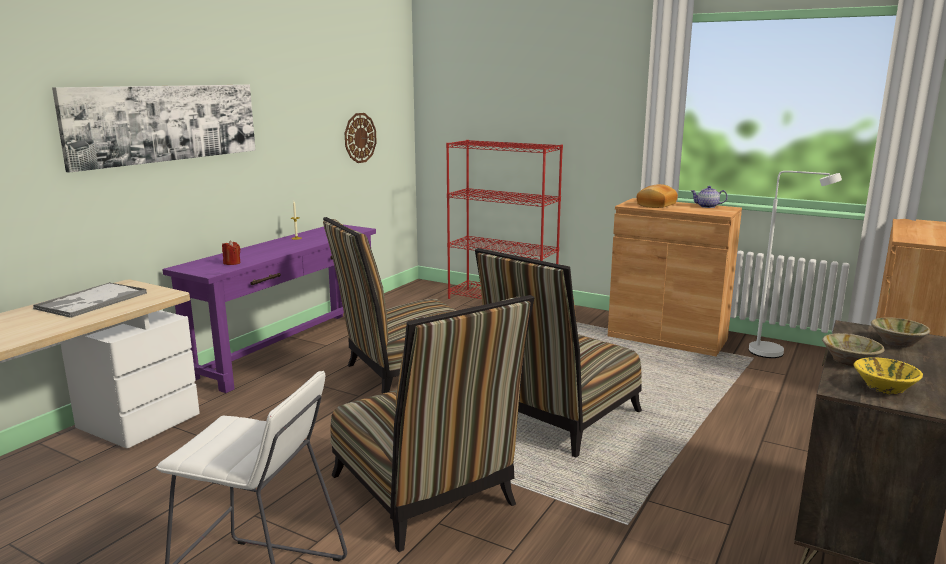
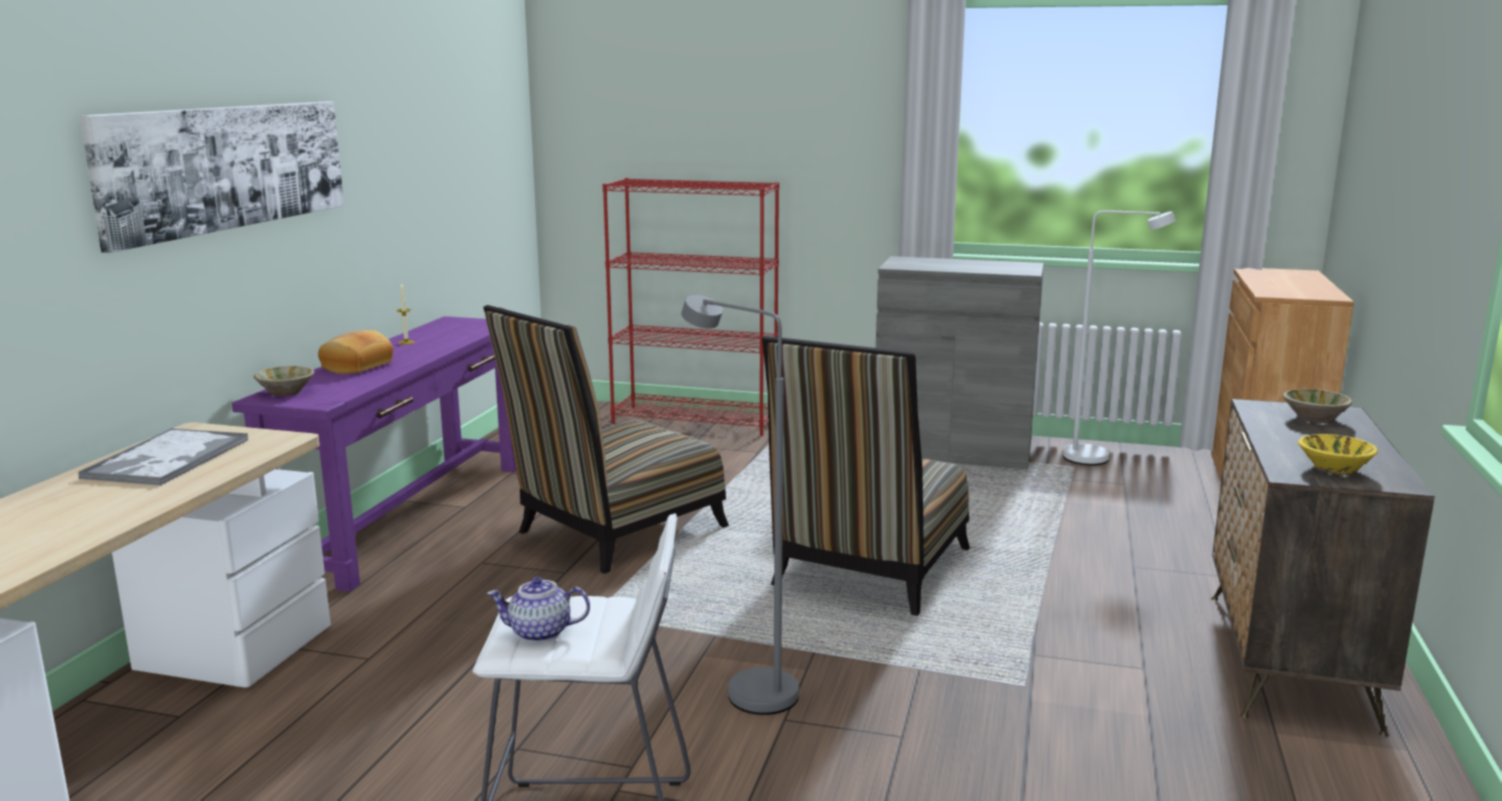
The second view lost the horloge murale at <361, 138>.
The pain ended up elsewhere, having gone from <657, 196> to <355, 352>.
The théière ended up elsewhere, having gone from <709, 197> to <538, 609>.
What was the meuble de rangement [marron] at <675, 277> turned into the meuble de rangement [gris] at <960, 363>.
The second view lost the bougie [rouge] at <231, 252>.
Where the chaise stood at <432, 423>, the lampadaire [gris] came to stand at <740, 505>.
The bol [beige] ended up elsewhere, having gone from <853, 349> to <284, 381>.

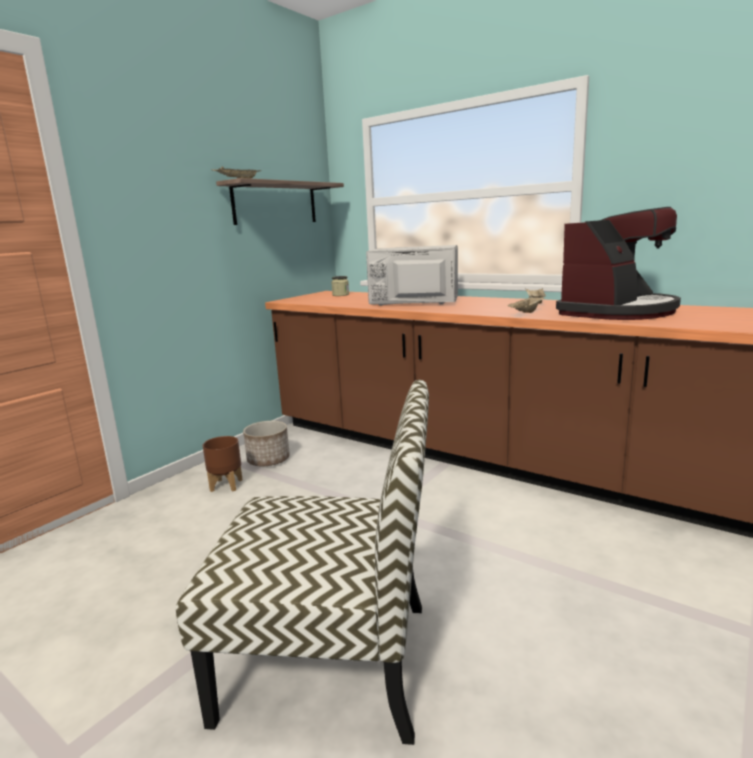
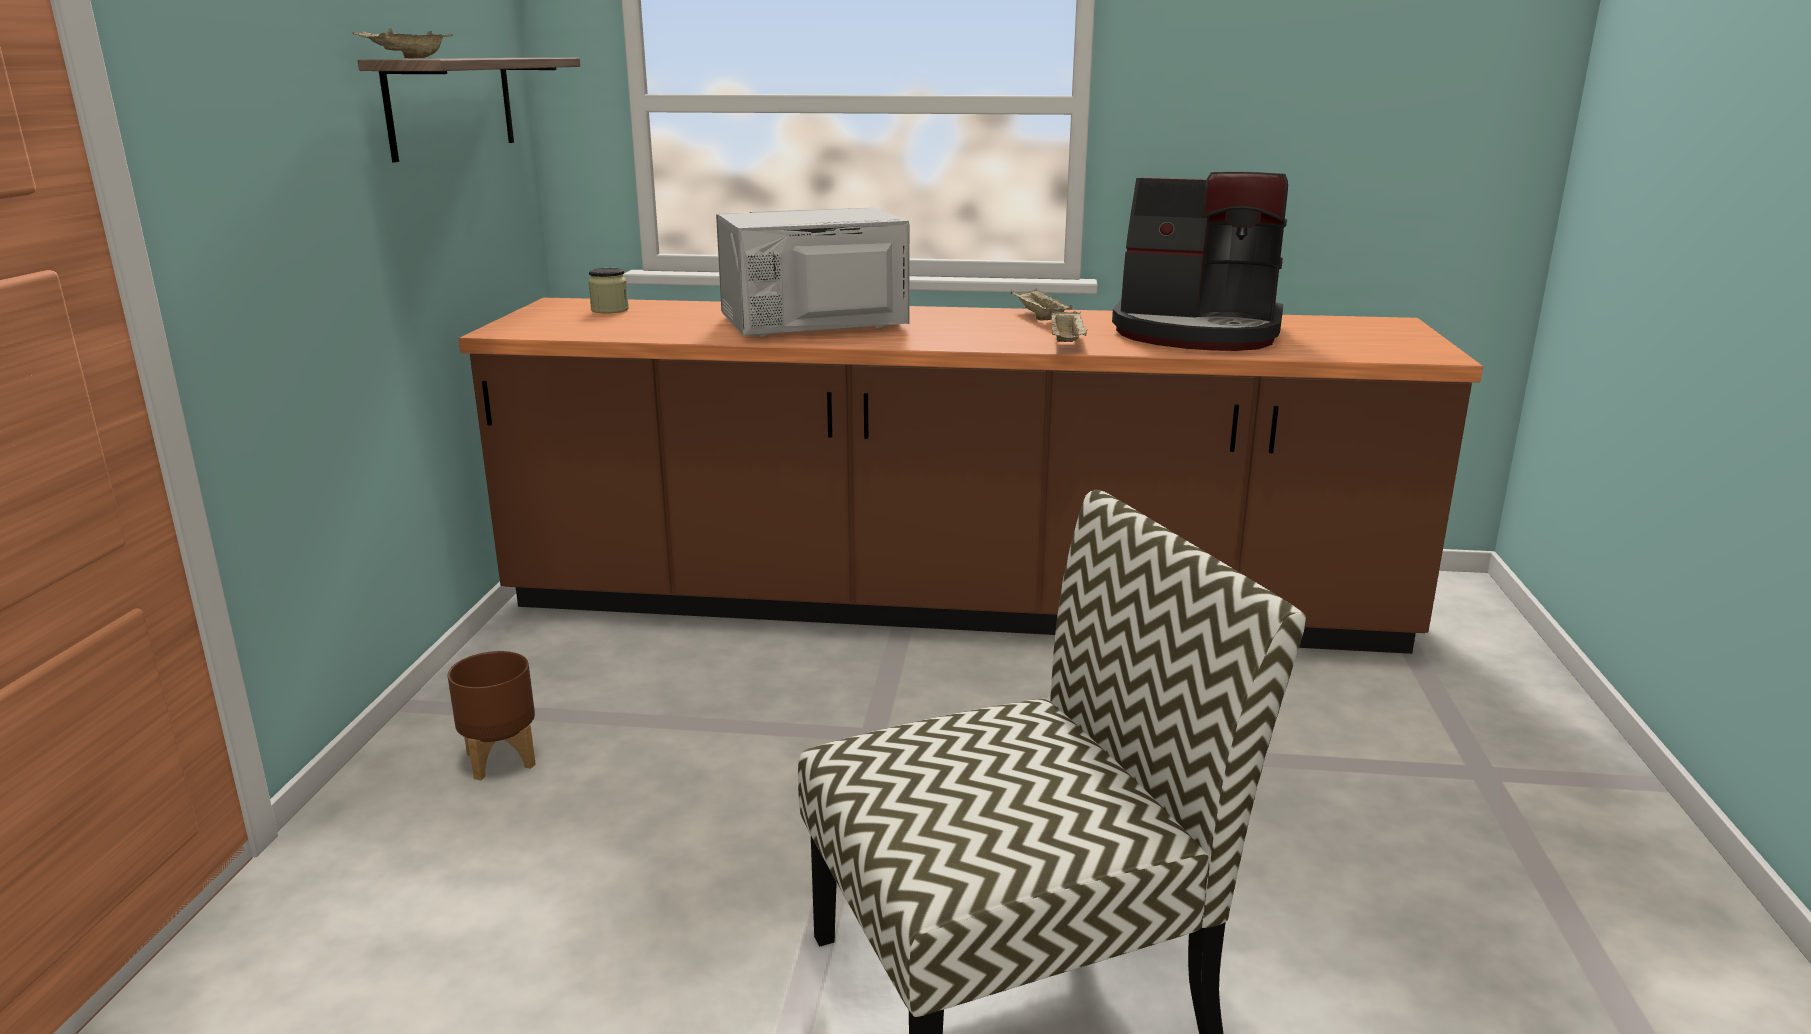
The machine à café at <618, 263> ended up facing another way, 90 degrees clockwise from before.
The second view lost the cache-pot at <266, 443>.

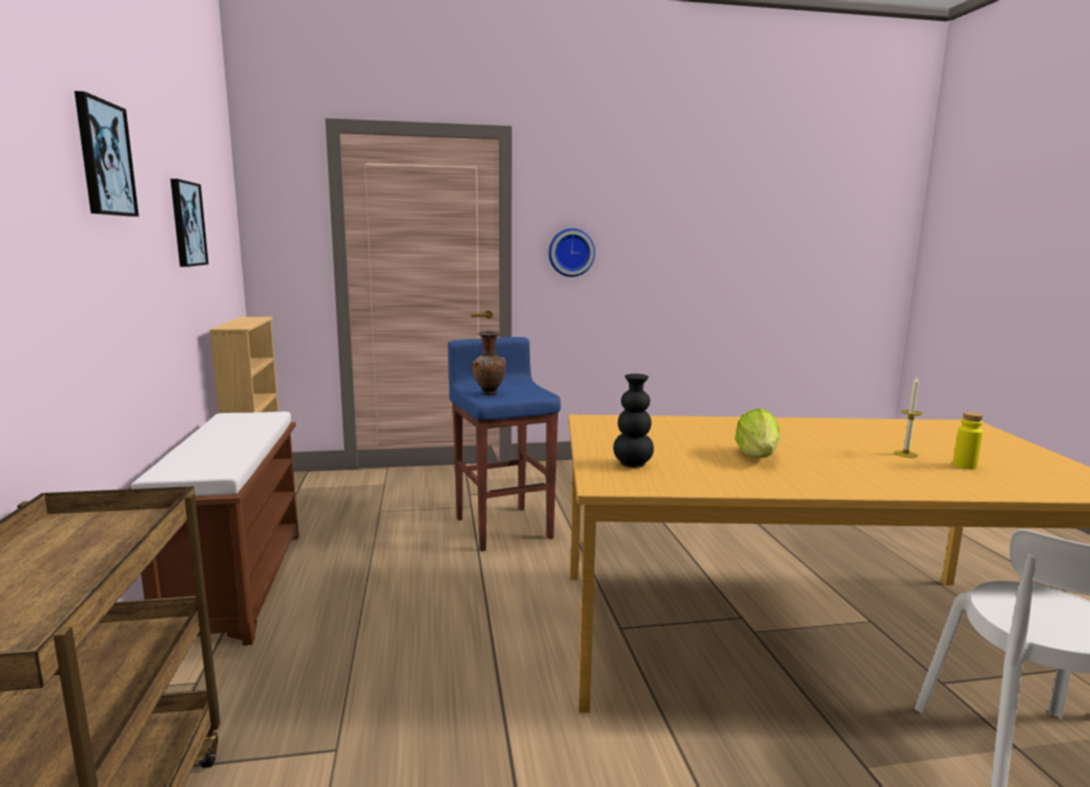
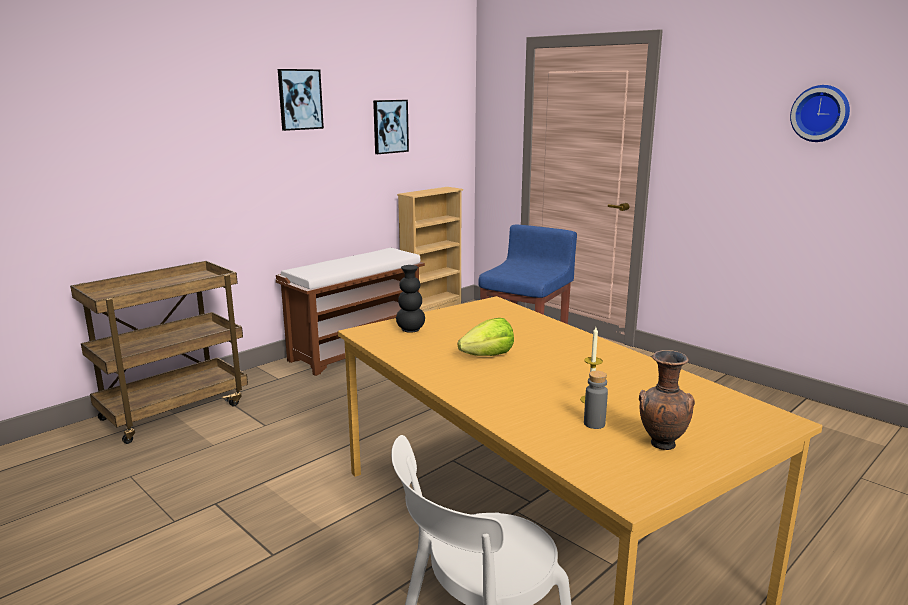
The horloge murale ended up elsewhere, having gone from <572, 252> to <820, 113>.
The vase [marron] ended up elsewhere, having gone from <488, 363> to <667, 400>.
What was the bouteille [jaune] at <968, 440> turned into the bouteille [gris] at <596, 400>.

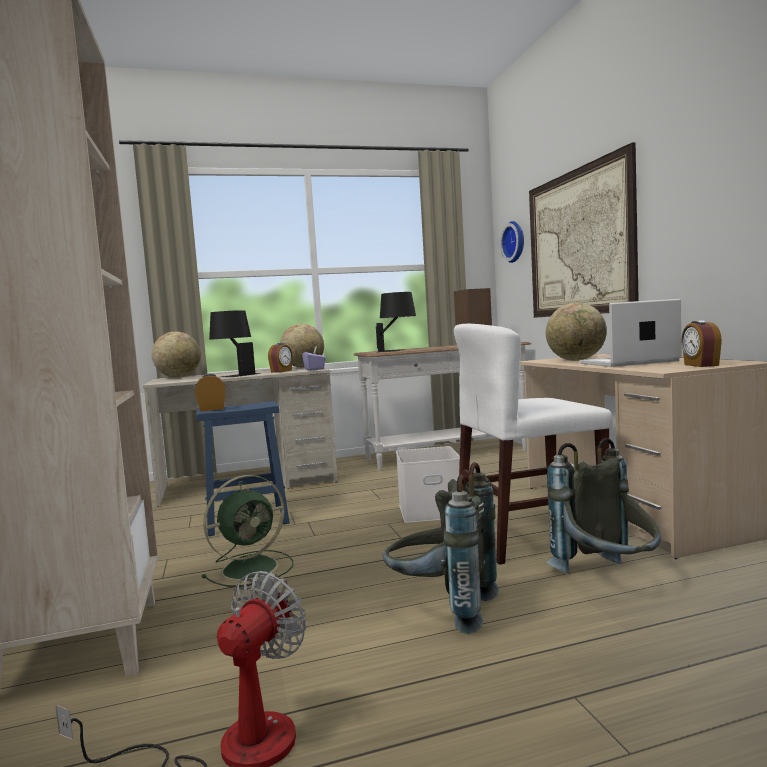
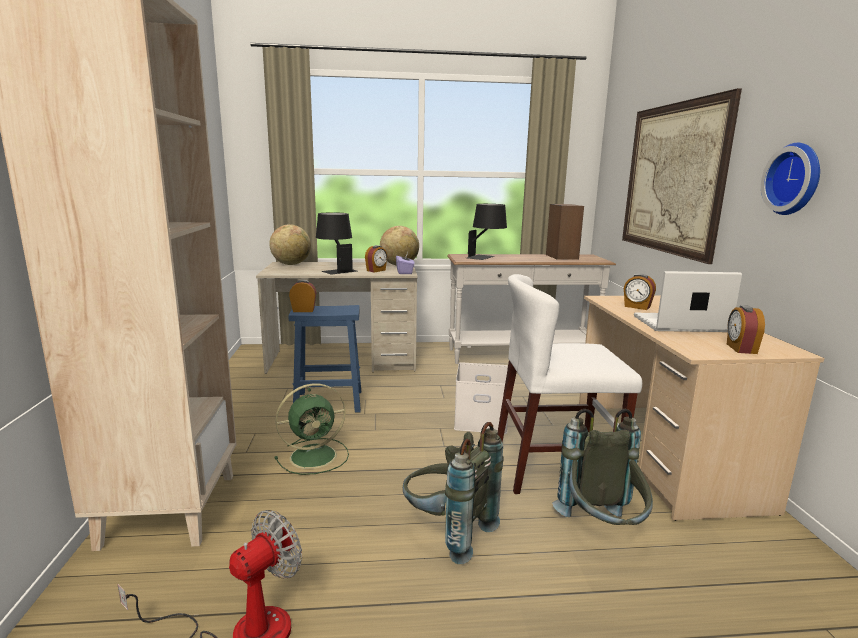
The horloge murale ended up elsewhere, having gone from <512, 242> to <790, 179>.
Where the globe stood at <576, 331>, the réveil came to stand at <640, 292>.

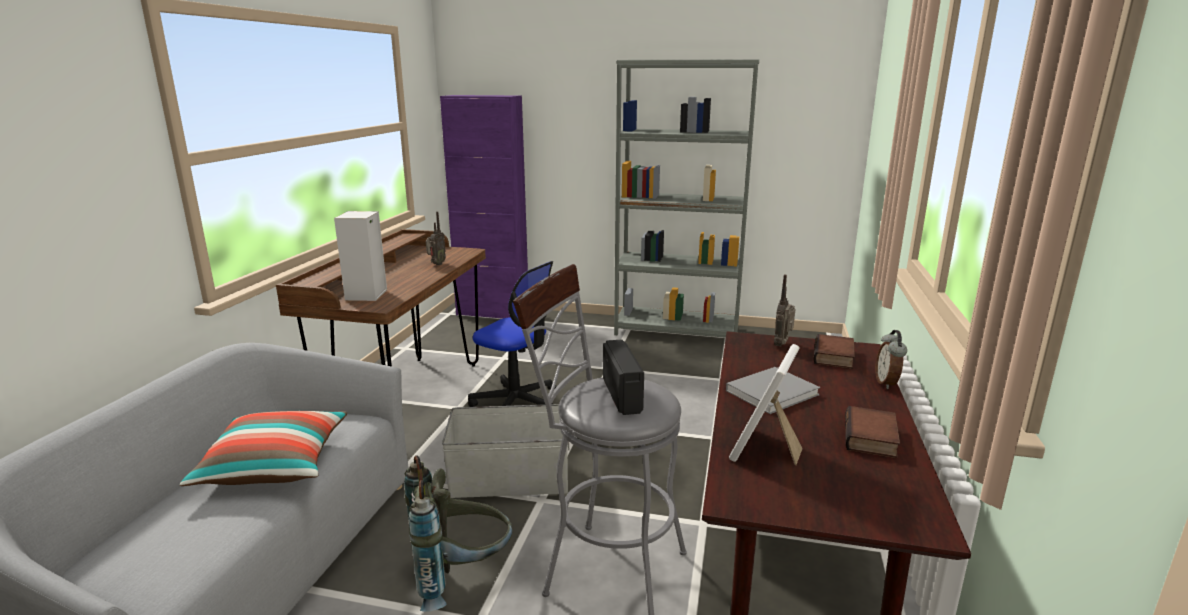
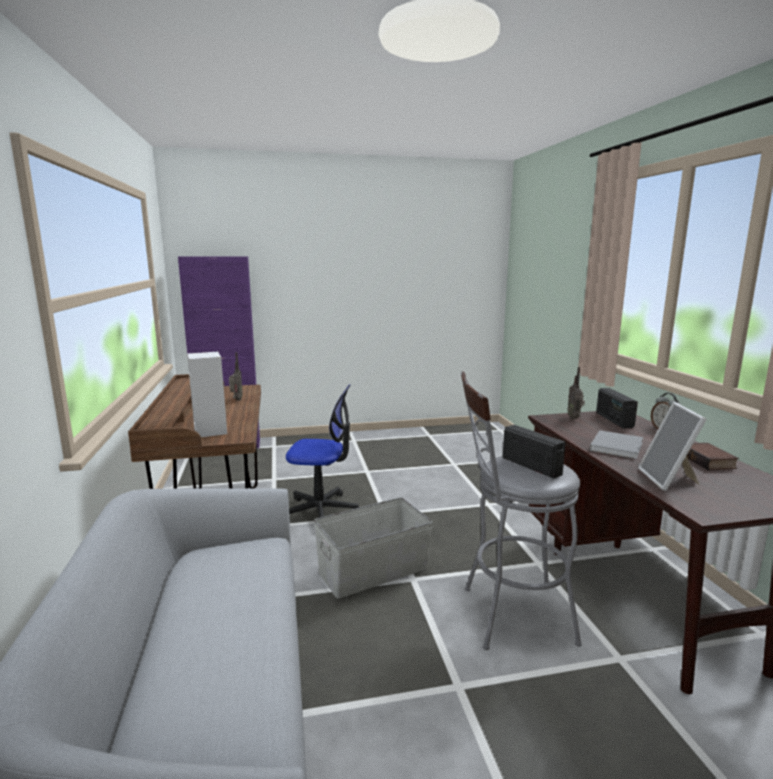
The second view lost the bibliothèque [gris] at <686, 198>.
Where the livre stood at <834, 351>, the radio came to stand at <617, 408>.
The second view lost the coussin at <263, 448>.
The second view lost the sac à dos [gris] at <458, 533>.

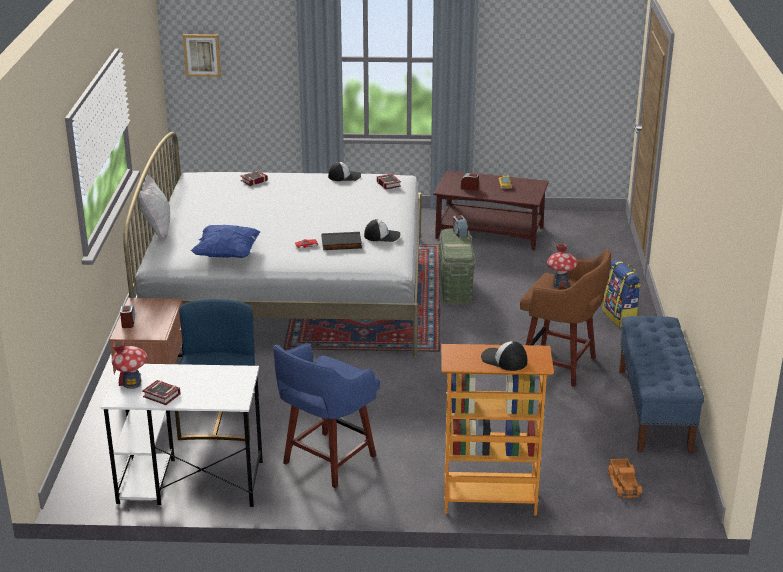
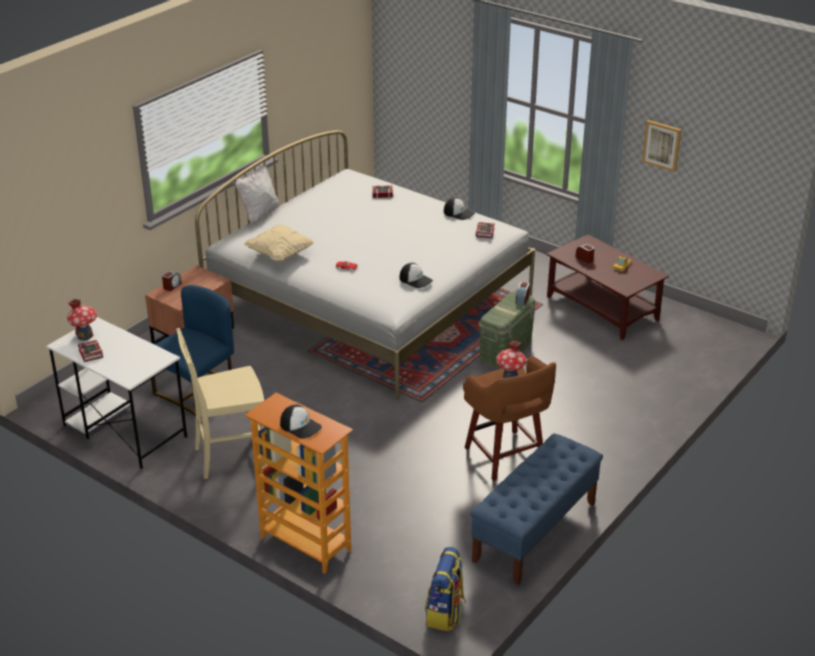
The tableau ended up elsewhere, having gone from <202, 55> to <662, 146>.
What was the coussin [bleu] at <225, 241> turned into the coussin [beige] at <279, 242>.
The second view lost the livre [noir] at <342, 241>.
The sac à dos ended up elsewhere, having gone from <621, 293> to <445, 589>.
The casquette at <504, 356> ended up facing another way, 150 degrees clockwise from before.
Where the tabouret [bleu] stood at <326, 415>, the chaise [beige] came to stand at <221, 403>.
The second view lost the camion jouet at <625, 478>.

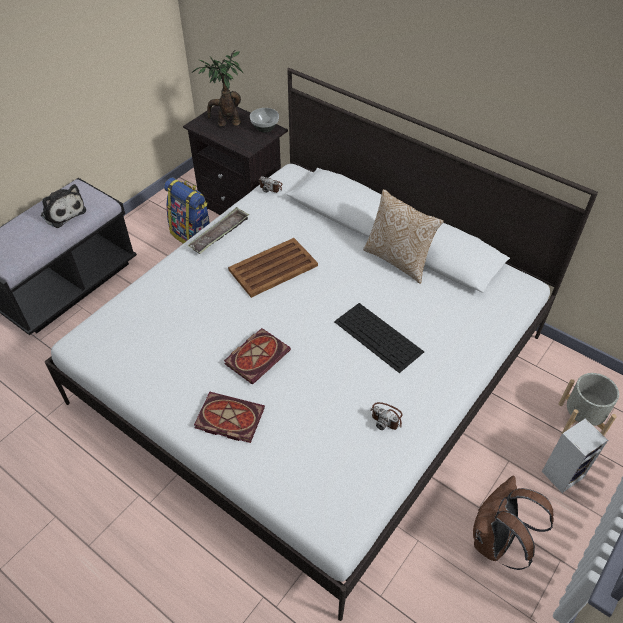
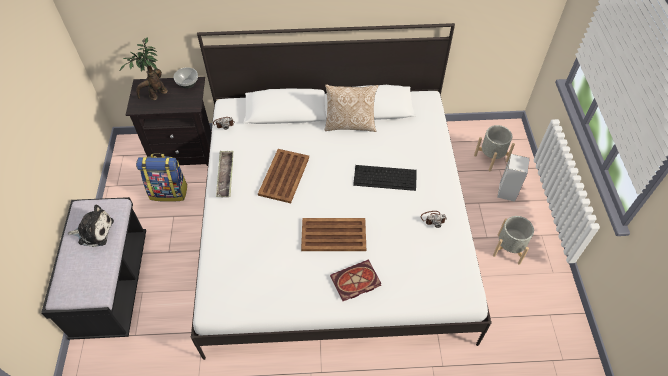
Where the livre stood at <257, 356>, the plateau [marron] came to stand at <333, 234>.
Where the sac à dos [marron] stood at <513, 523>, the cache-pot [gris] came to stand at <513, 240>.

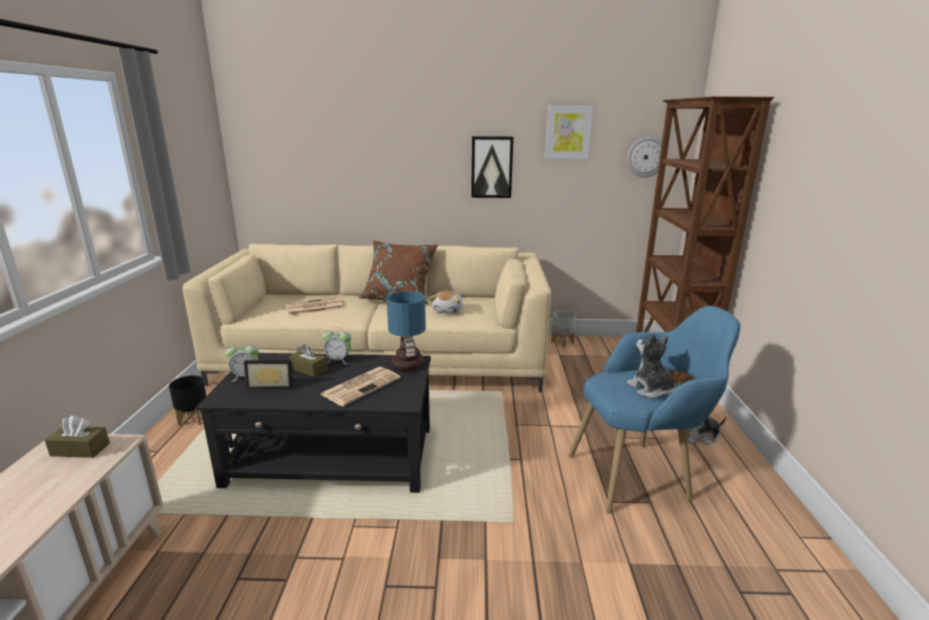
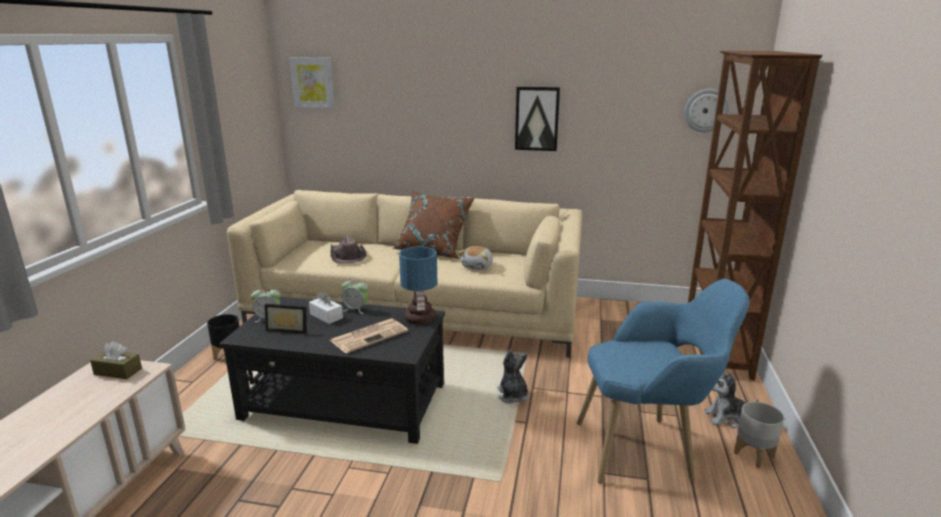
The tableau ended up elsewhere, having gone from <569, 132> to <312, 83>.
Where the journal stood at <314, 306>, the chapeau [marron] came to stand at <348, 249>.
The cache-pot [gris] ended up elsewhere, having gone from <563, 328> to <759, 435>.
The peluche ended up elsewhere, having gone from <653, 365> to <513, 377>.
What was the boîte à mouchoirs [marron] at <308, 360> turned into the boîte à mouchoirs [blanc] at <326, 308>.

